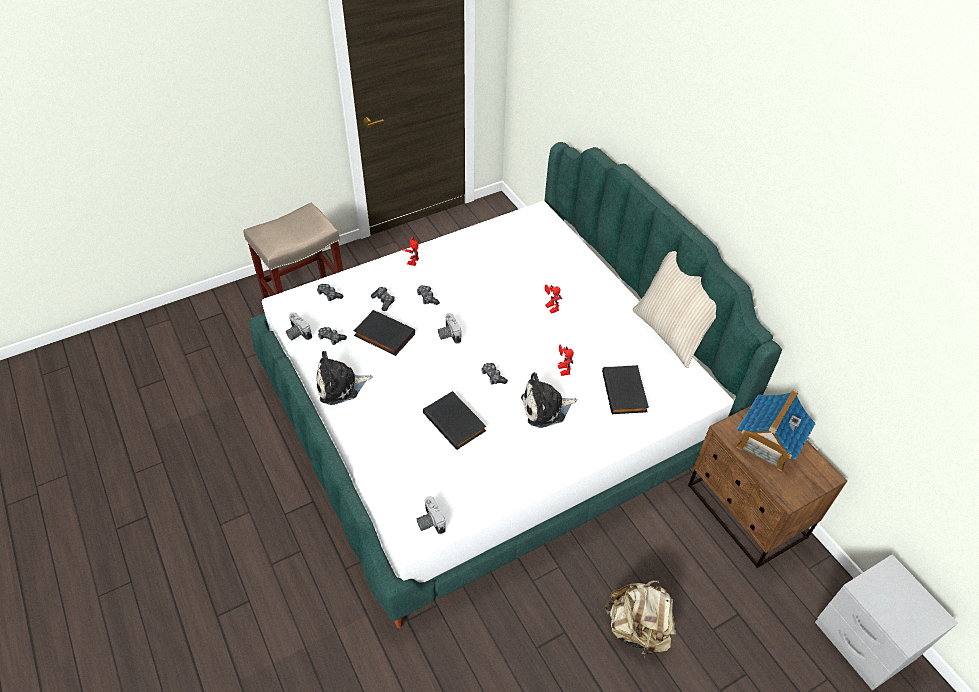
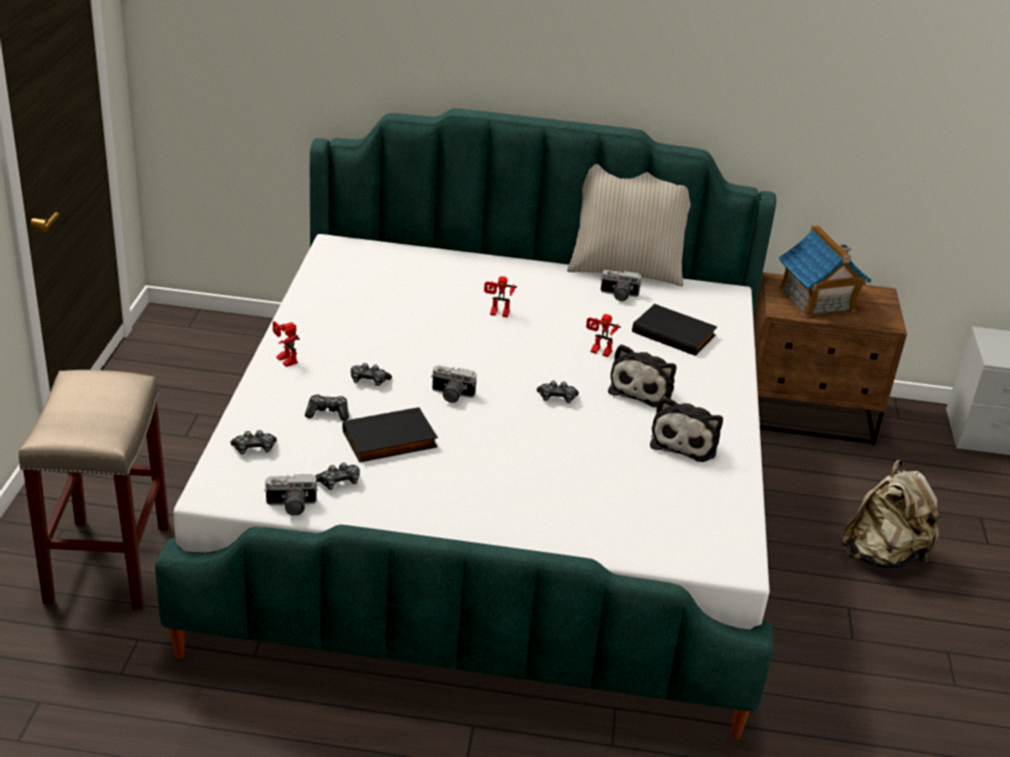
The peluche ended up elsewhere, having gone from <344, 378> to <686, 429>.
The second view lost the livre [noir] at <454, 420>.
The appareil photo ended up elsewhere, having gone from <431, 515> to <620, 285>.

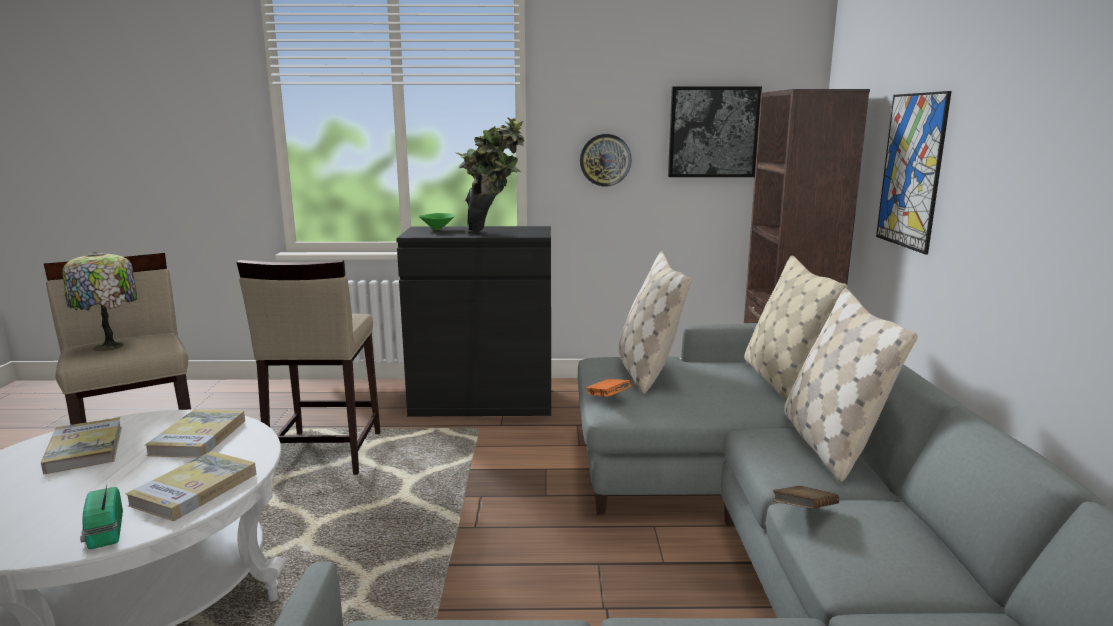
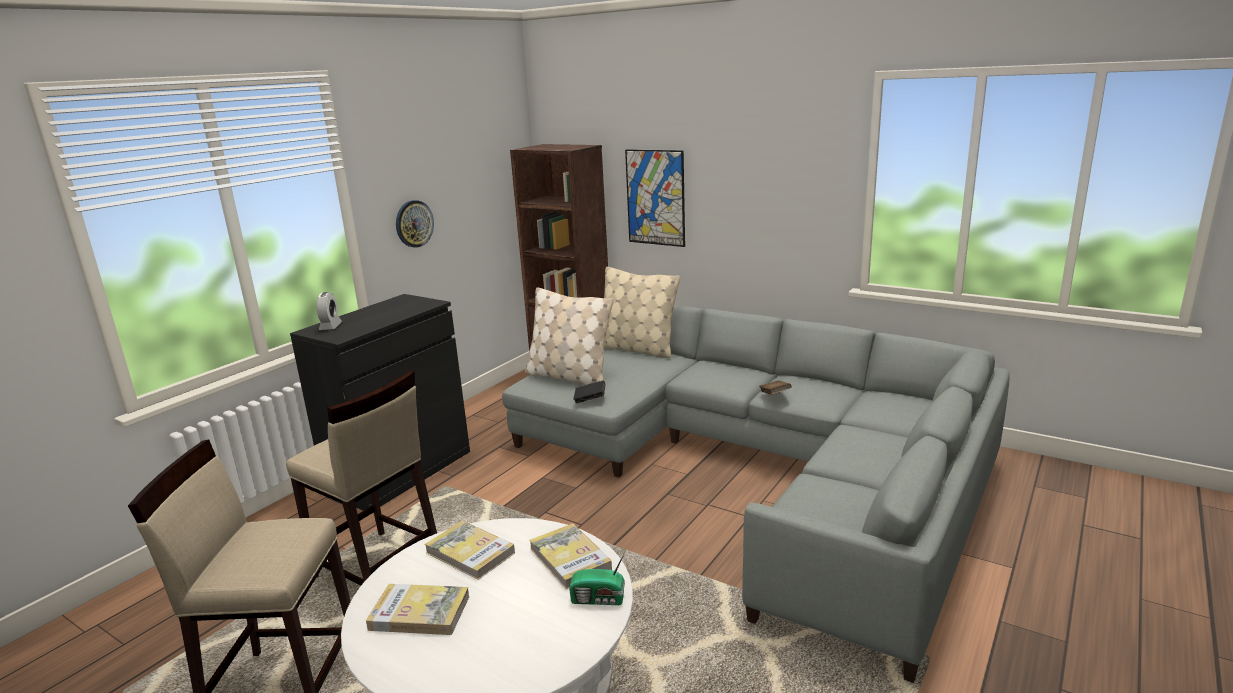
The second view lost the tableau at <715, 131>.
The second view lost the plante en pot at <490, 175>.
Where the bol [vert] stood at <437, 221>, the réveil came to stand at <329, 311>.
The second view lost the lampe de table at <99, 301>.
The second view lost the coussin [beige] at <851, 385>.
What was the livre [orange] at <609, 388> turned into the livre [noir] at <590, 391>.

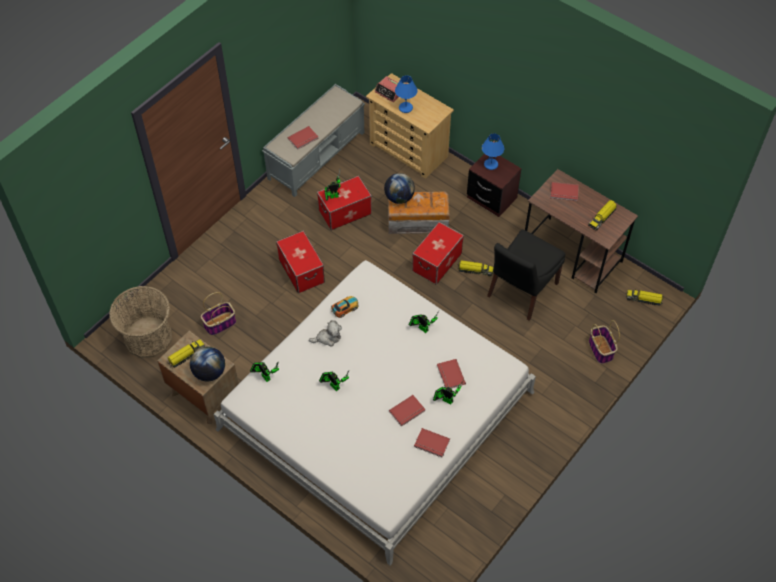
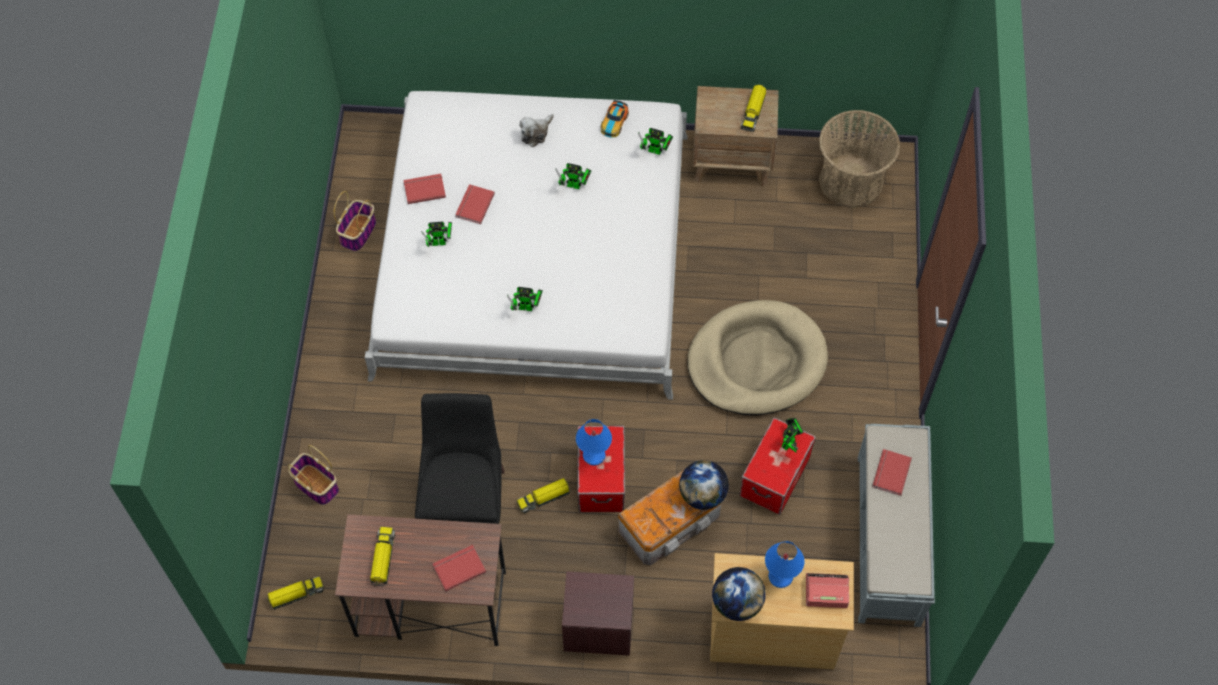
The lampe de table [bleu] ended up elsewhere, having gone from <493, 152> to <594, 442>.
Where the boîte de rangement stood at <300, 262>, the panier pour chien [beige] came to stand at <757, 358>.
The panier ended up elsewhere, having gone from <218, 313> to <355, 221>.
The petite voiture ended up elsewhere, having gone from <345, 307> to <615, 118>.
The peluche ended up elsewhere, having gone from <325, 333> to <536, 130>.
The globe ended up elsewhere, having gone from <207, 363> to <739, 594>.
The second view lost the livre [rouge] at <451, 373>.

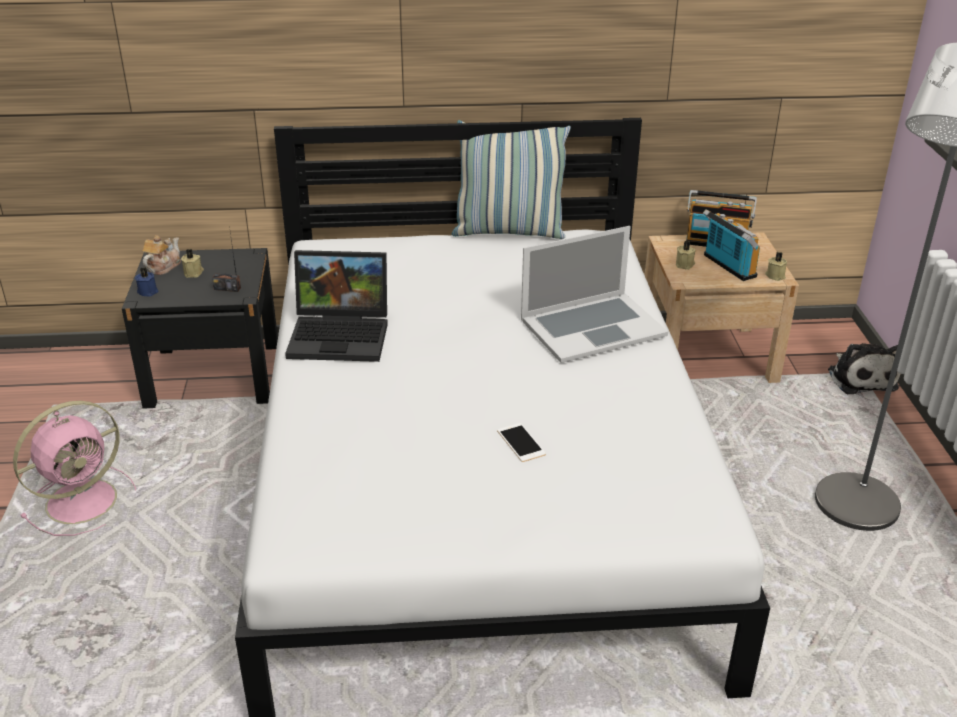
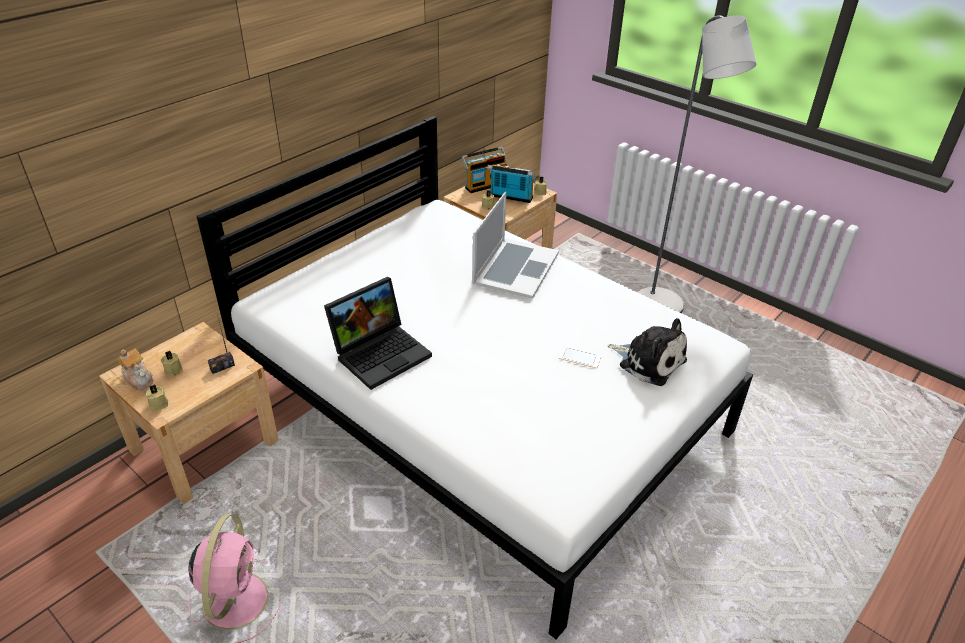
The second view lost the coussin at <511, 179>.
The théière at <162, 255> ended up facing another way, 150 degrees clockwise from before.
What was the table de chevet [noir] at <200, 328> turned into the table de chevet [beige] at <189, 413>.
What was the bougie [bleu] at <147, 281> turned into the bougie [beige] at <157, 397>.
The peluche ended up elsewhere, having gone from <864, 368> to <647, 352>.

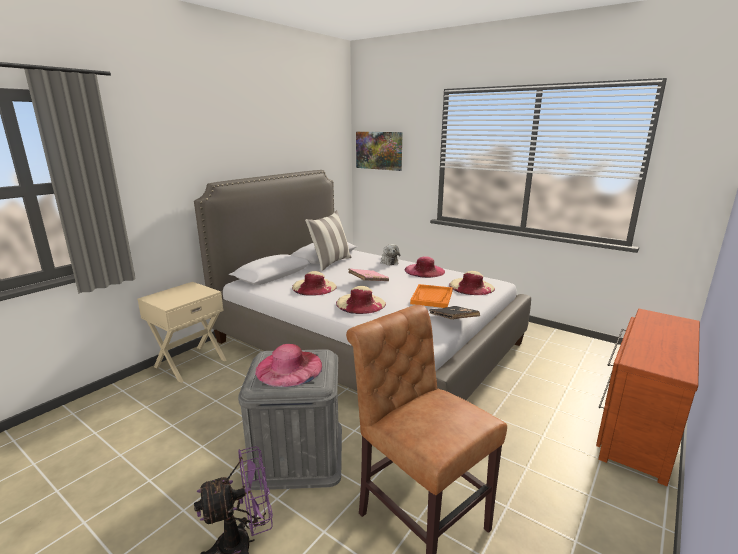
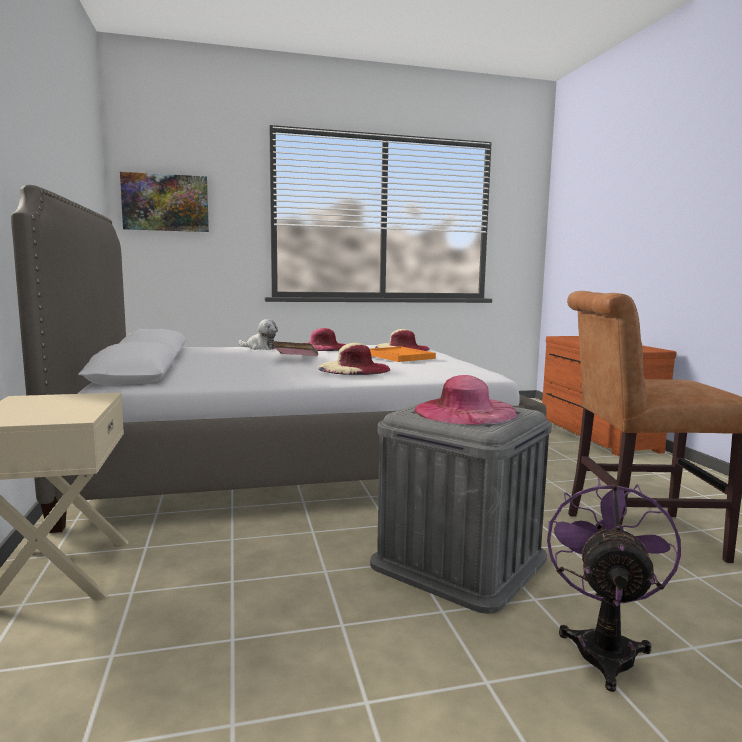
The second view lost the coussin at <328, 240>.
The second view lost the chapeau [beige] at <314, 283>.
The second view lost the livre [noir] at <454, 313>.

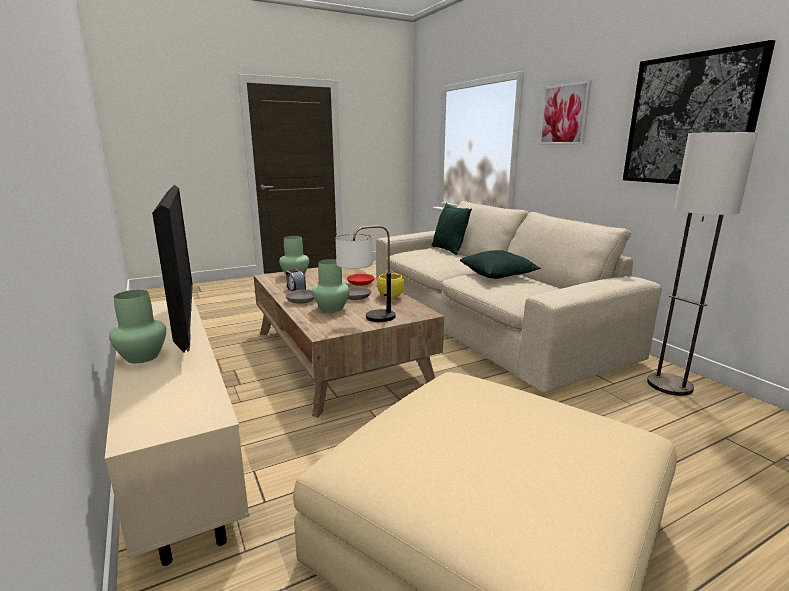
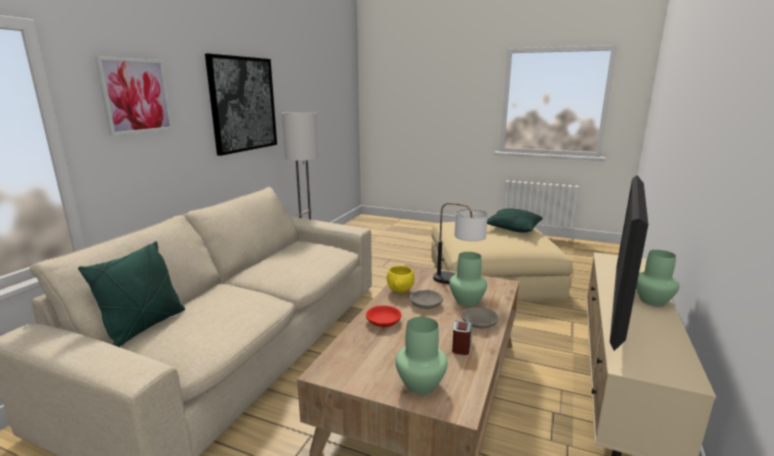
The coussin [vert] ended up elsewhere, having gone from <500, 264> to <515, 220>.

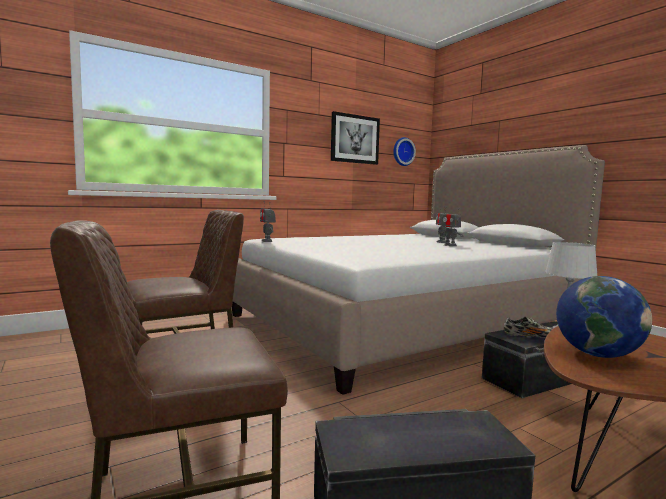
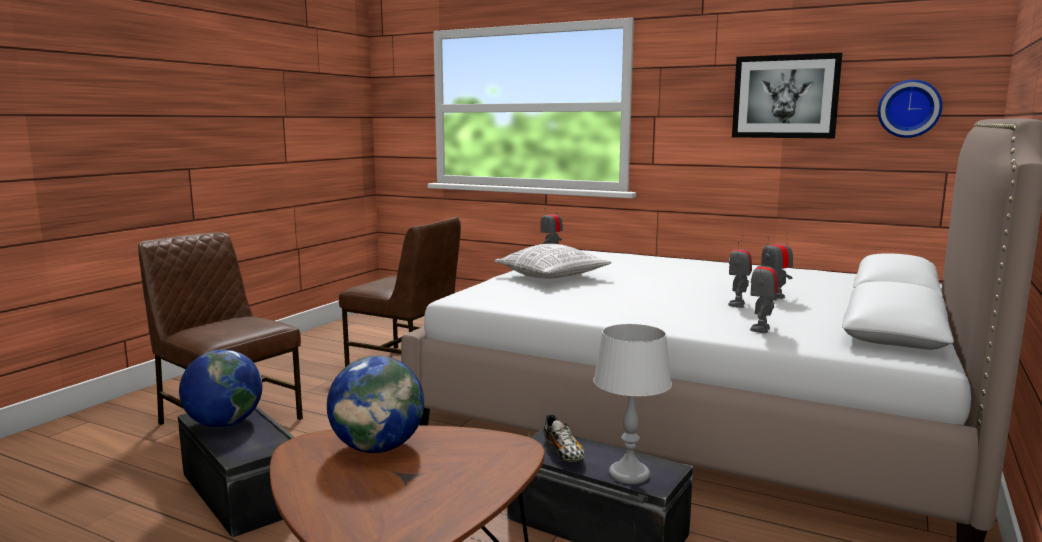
The second view gained the coussin at <553, 261>.
The second view gained the robot jouet at <764, 292>.
The second view gained the globe at <220, 389>.

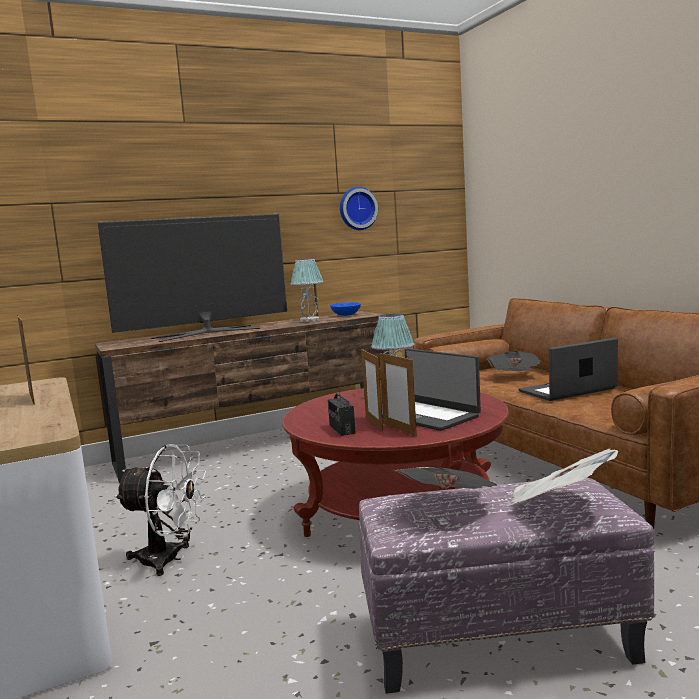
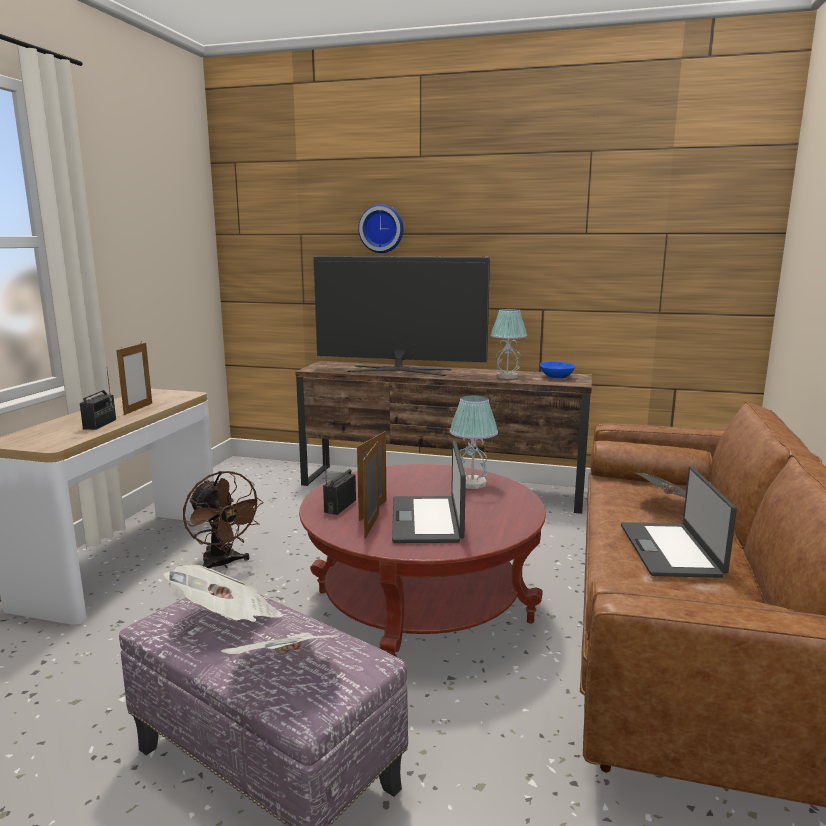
The horloge murale ended up elsewhere, having gone from <359, 208> to <380, 228>.
The ordinateur portable at <568, 369> ended up facing another way, 105 degrees counterclockwise from before.
What was the ventilateur [blanc] at <160, 510> turned into the ventilateur [marron] at <223, 519>.
The second view gained the radio at <98, 400>.

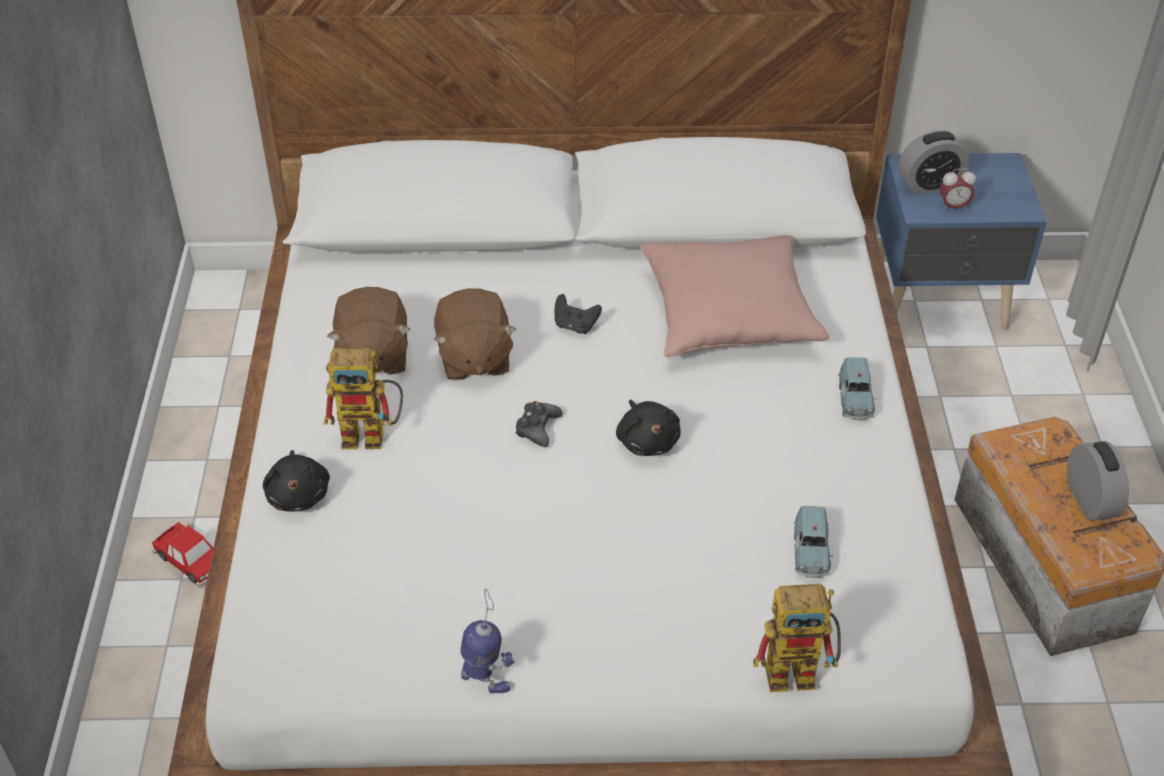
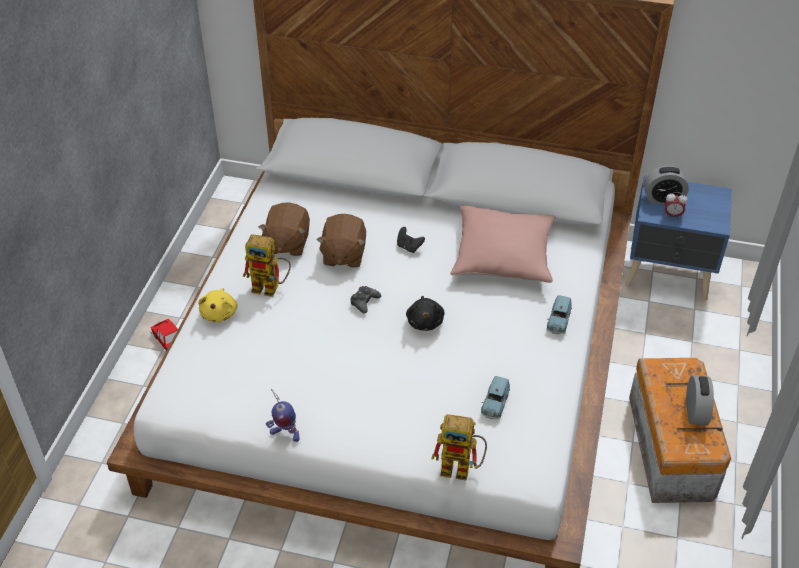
What was the peluche [noir] at <296, 481> turned into the peluche [jaune] at <218, 305>.
The robot jouet at <487, 641> ended up facing another way, 150 degrees clockwise from before.

